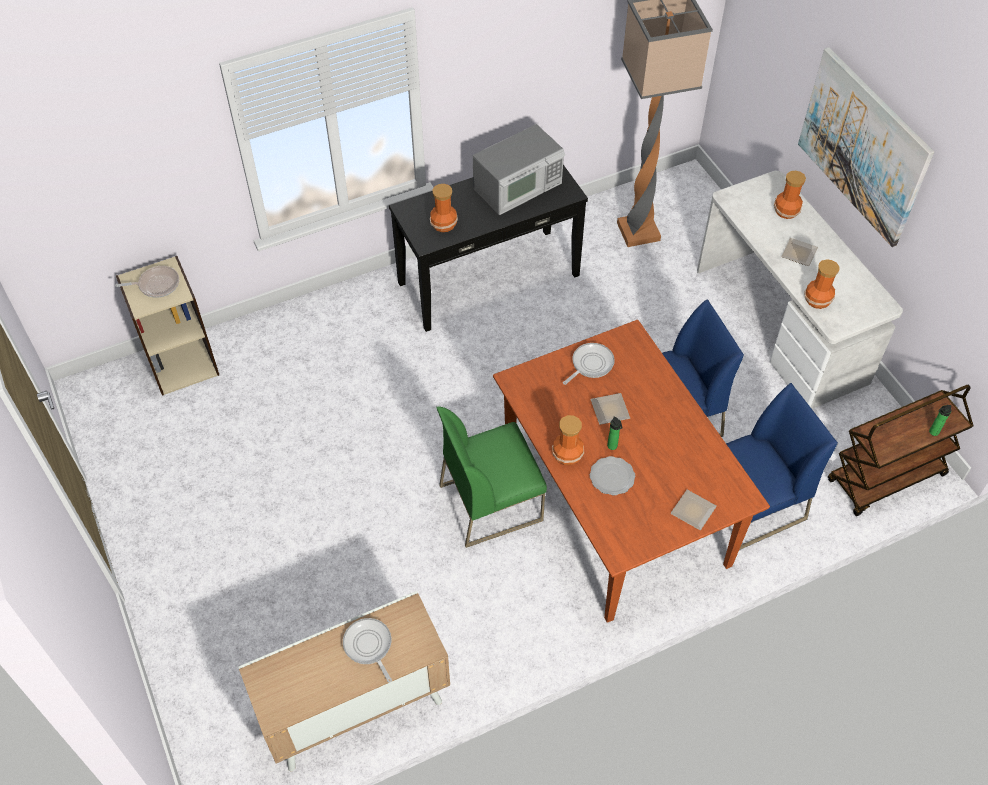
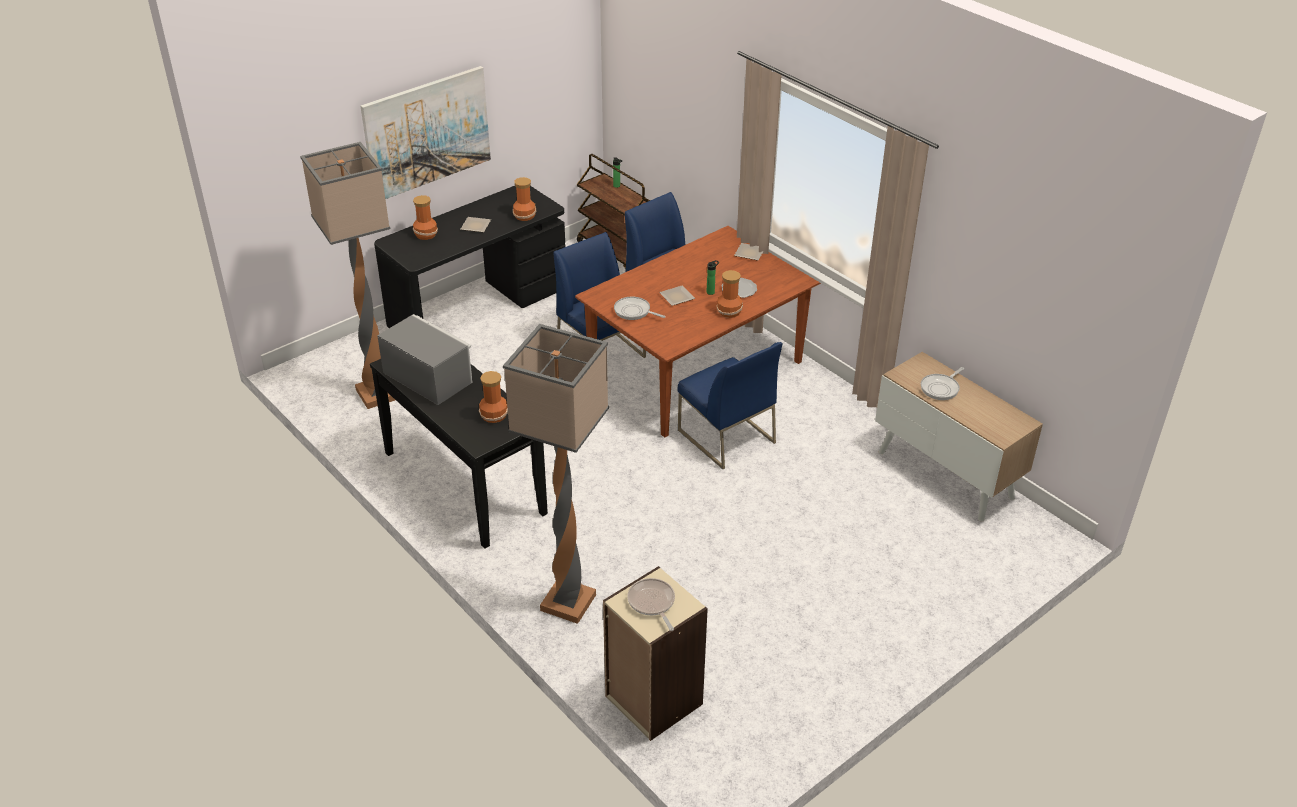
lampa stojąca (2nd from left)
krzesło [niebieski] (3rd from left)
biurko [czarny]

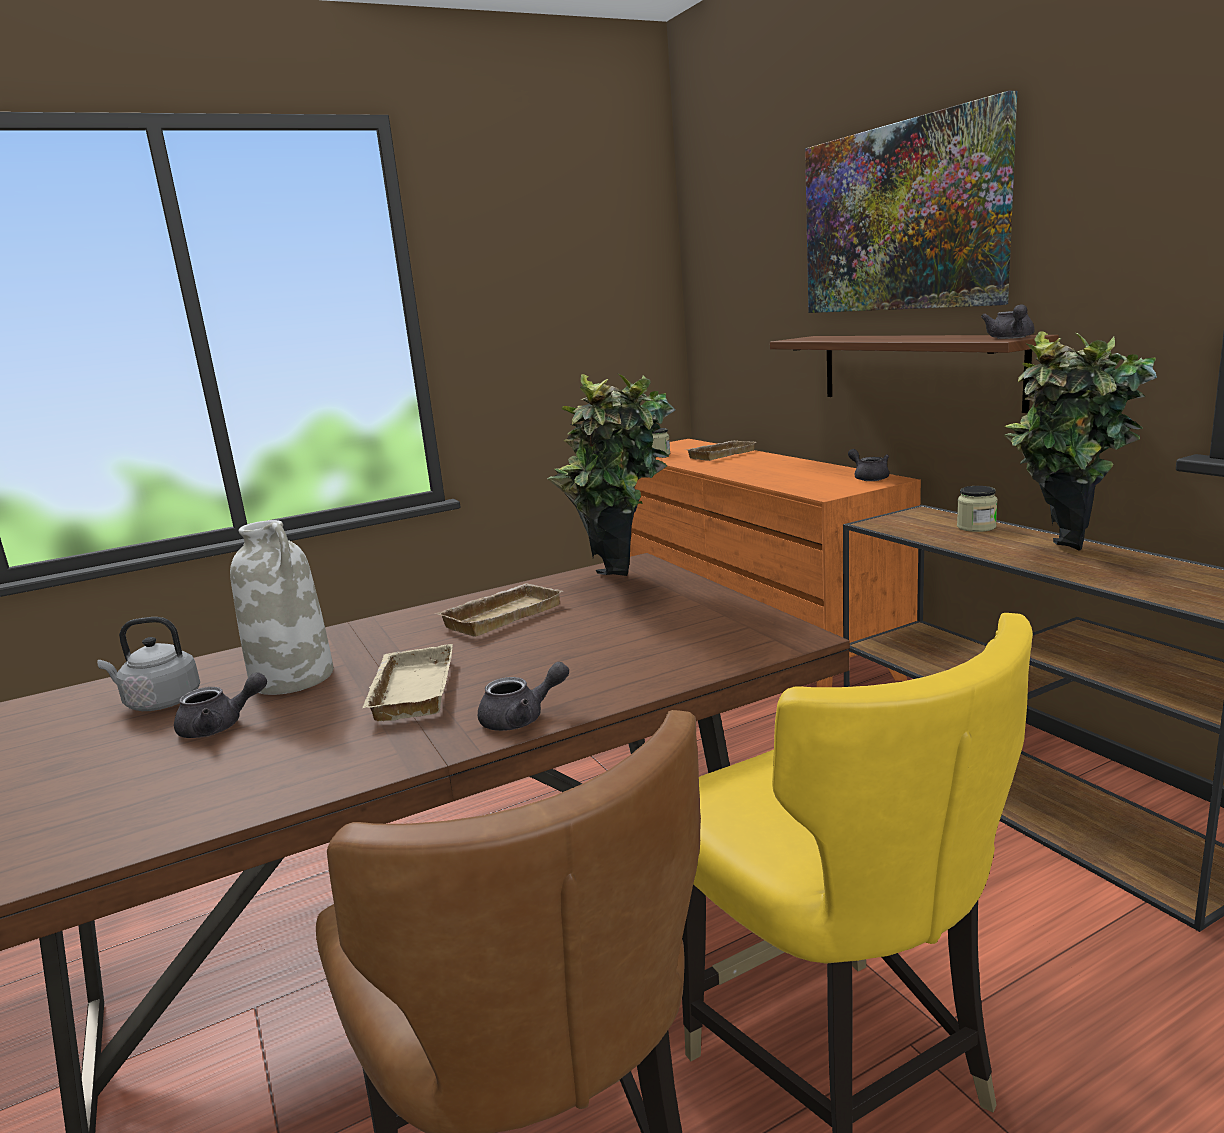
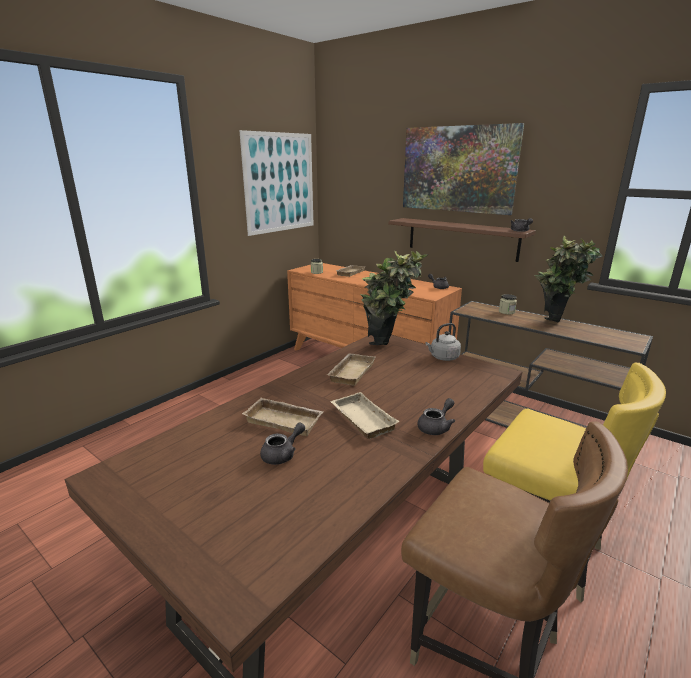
obraz (1st from left)
czajnik [szary]
taca [beżowy] (1st from left)

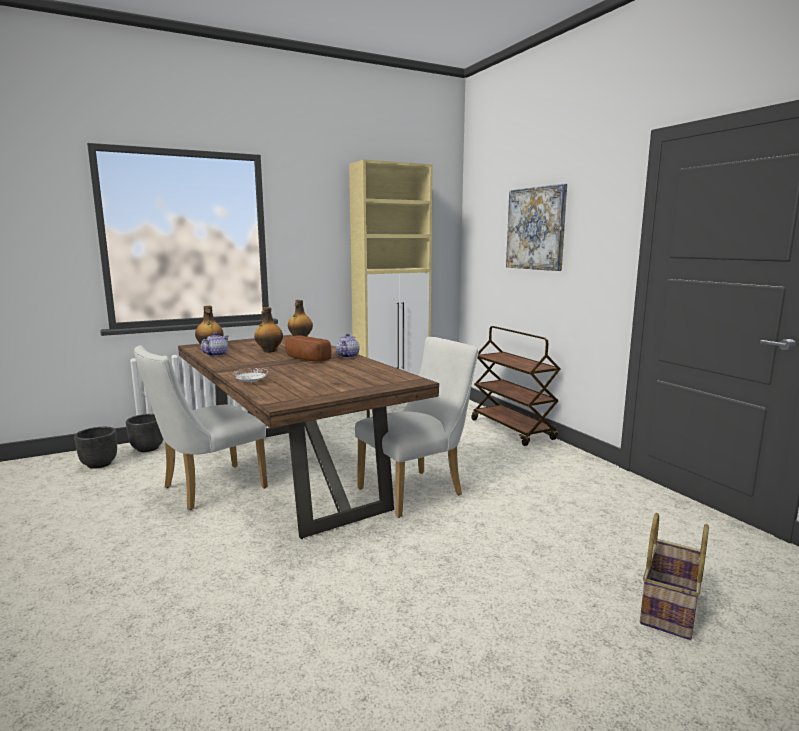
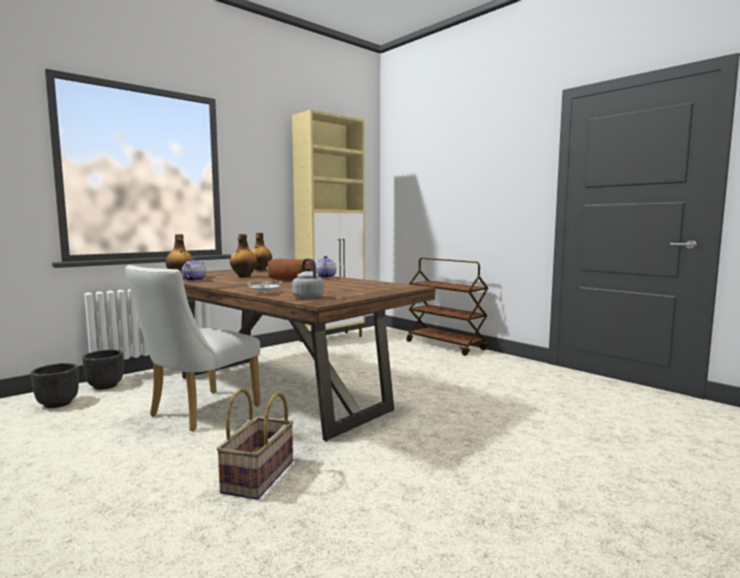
krzesło [biały] (2nd from left in the first image)
obraz
czajnik [szary]
koszyk

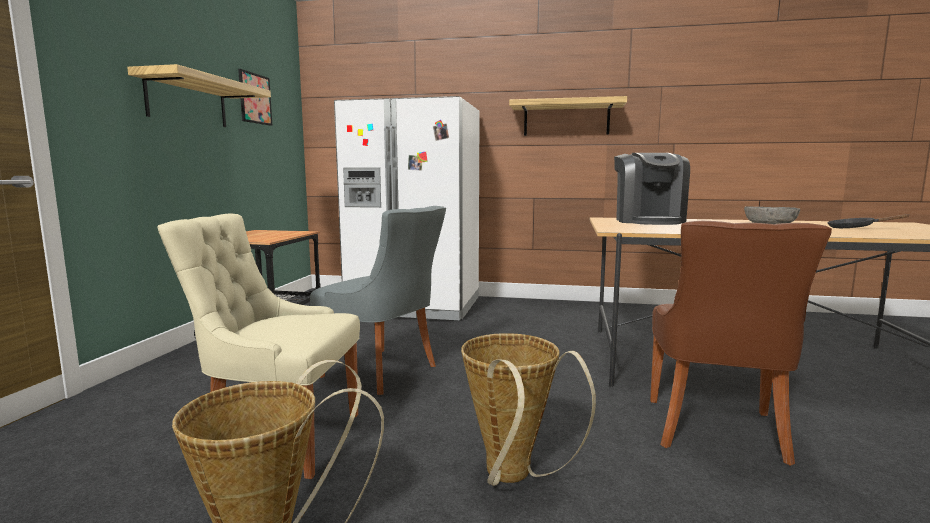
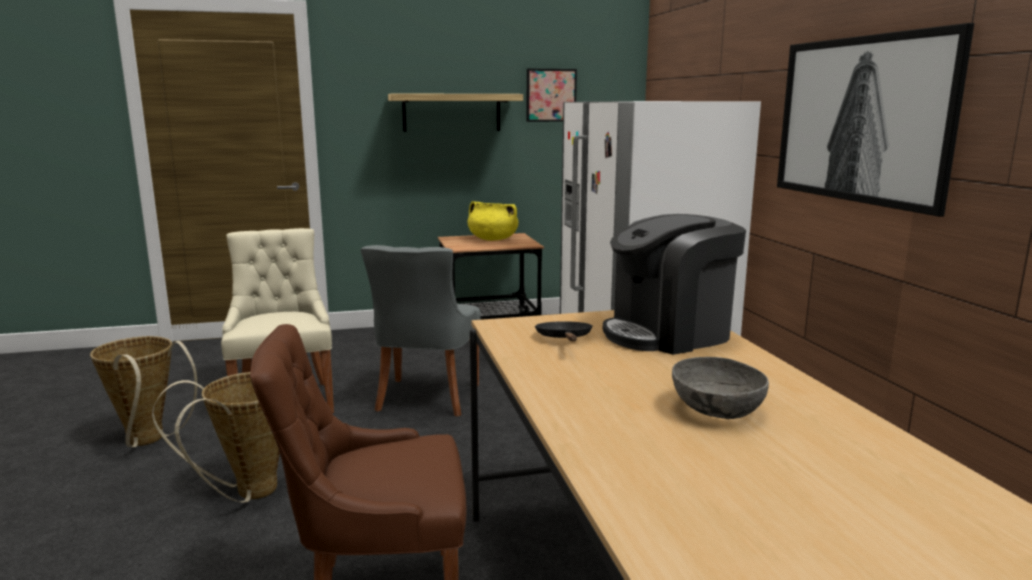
garnek [żółty]
patelnia [czarny]
obraz (2nd from left)

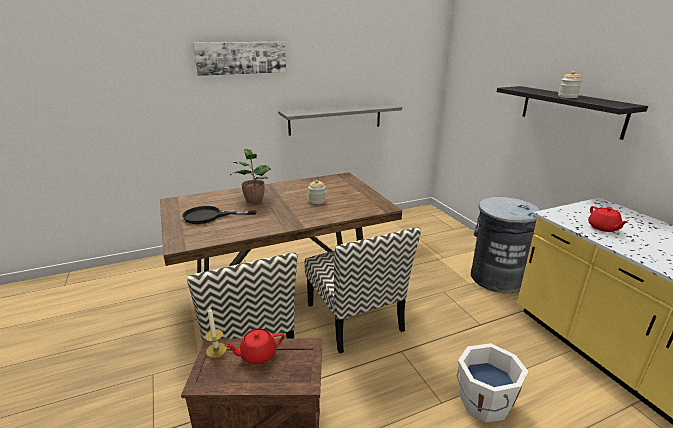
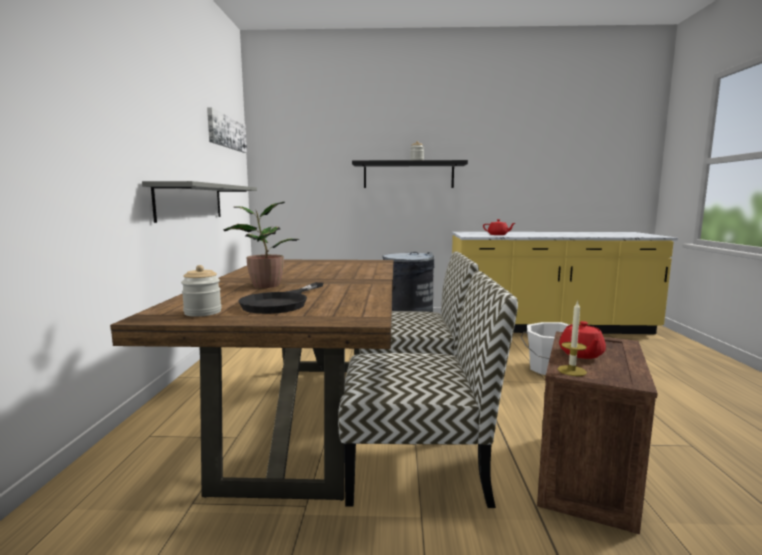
obraz
słoik (1st from left)

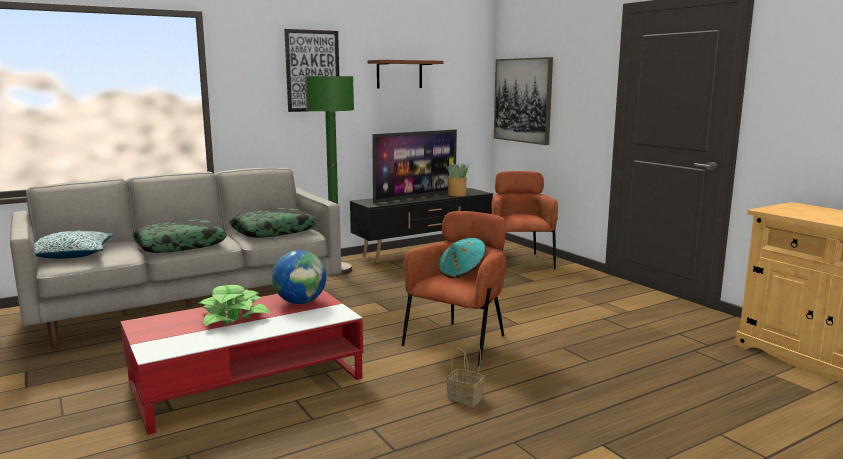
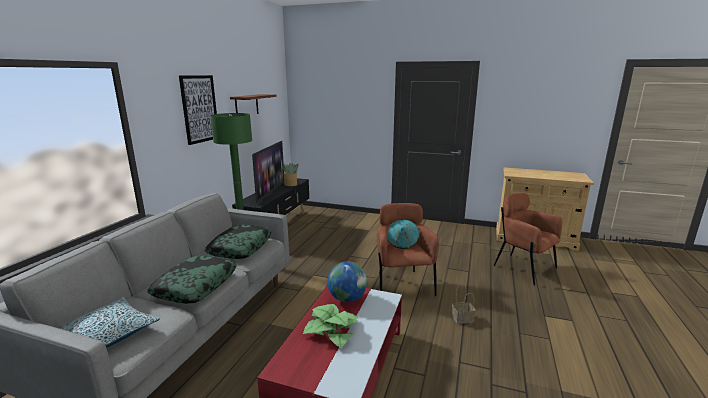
obraz (2nd from left in the first image)
fotel [brązowy] (2nd from left)

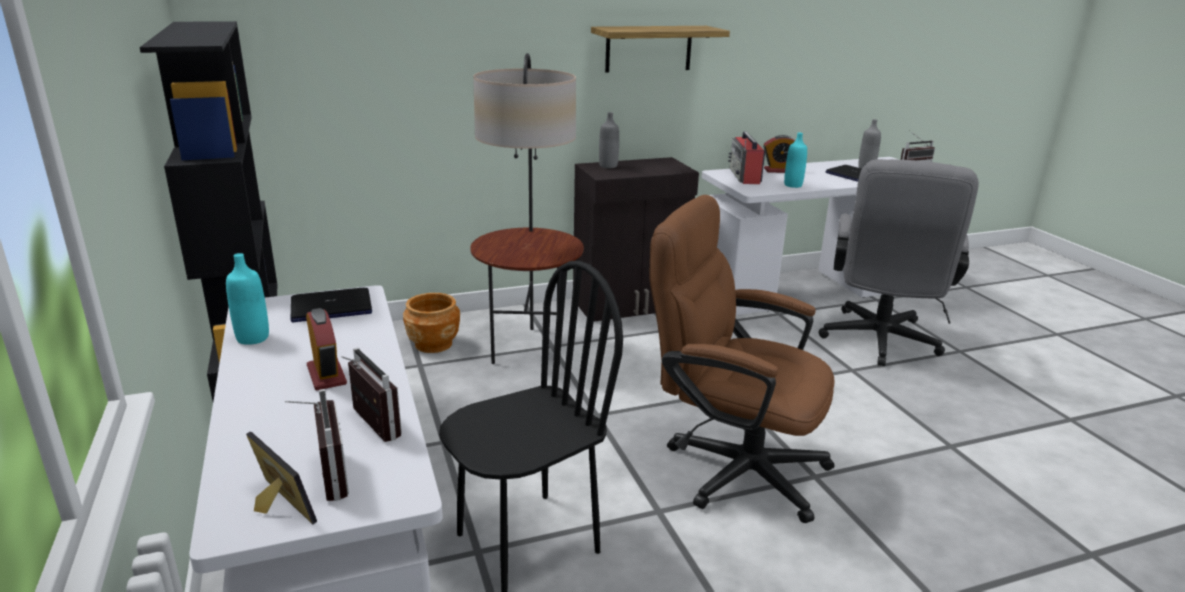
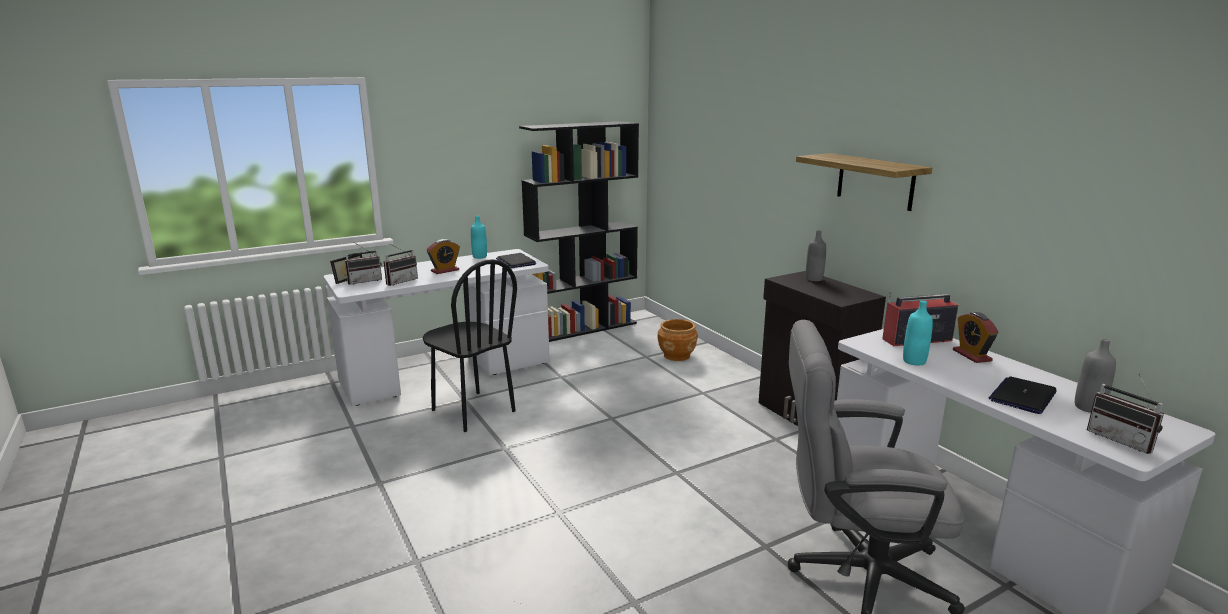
lampa stojąca
krzesło biurowe [brązowy]

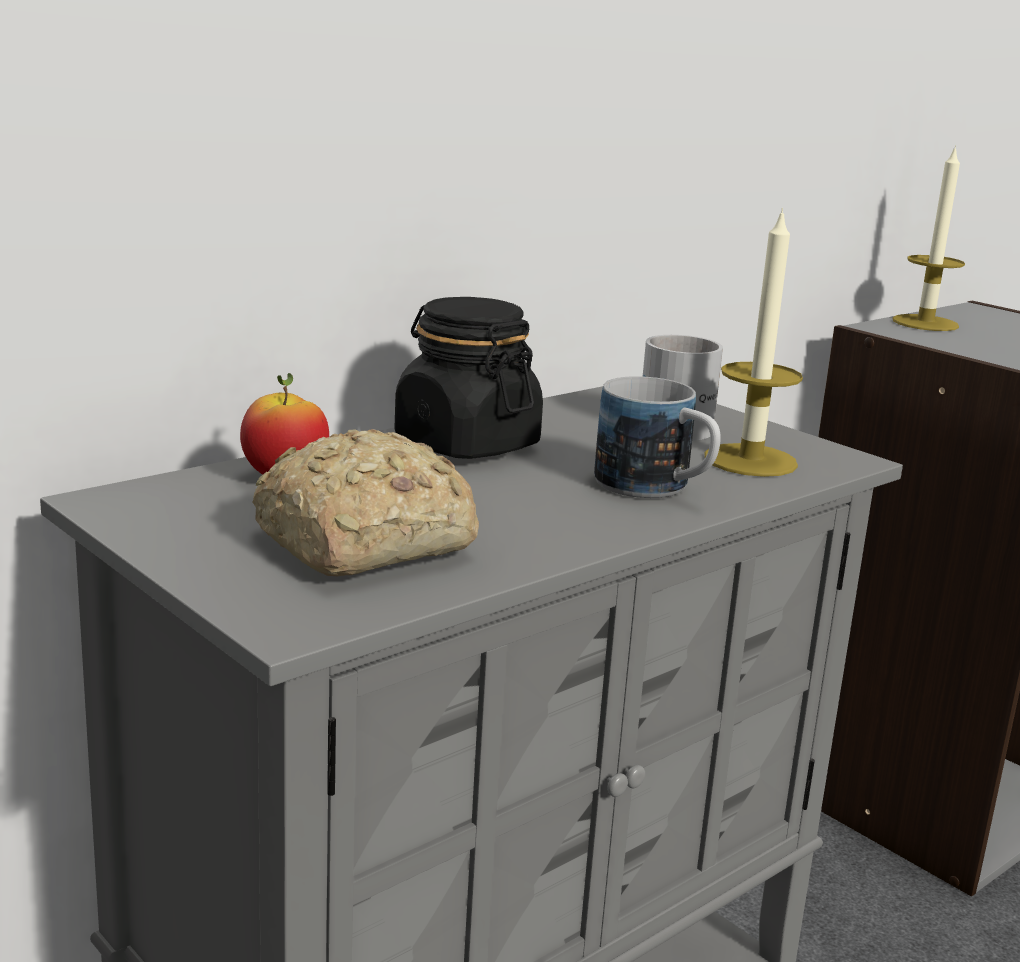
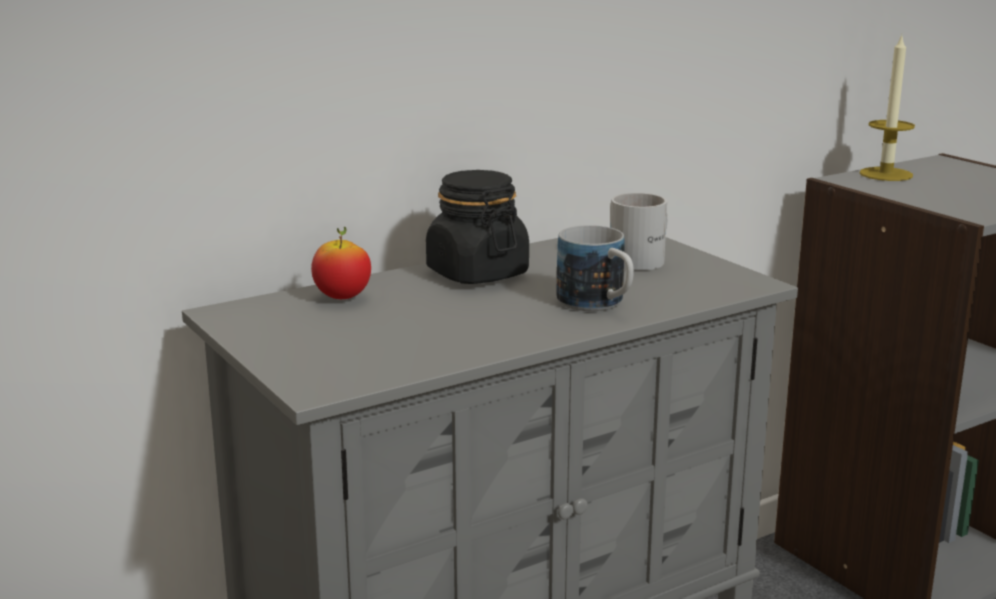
chleb
świeca (1st from left in the first image)

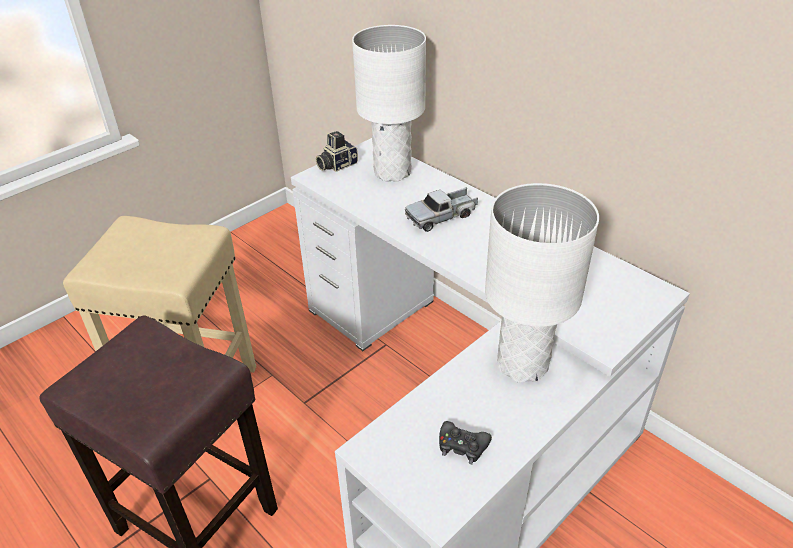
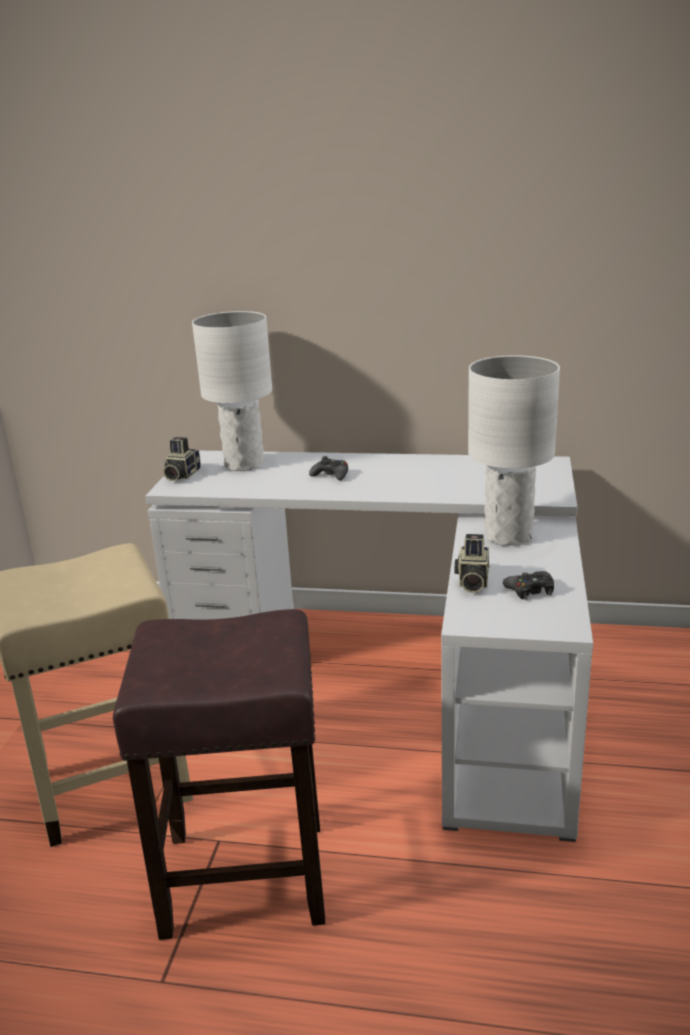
aparat fotograficzny (2nd from left)
pad do gier [czarny] (1st from left)

